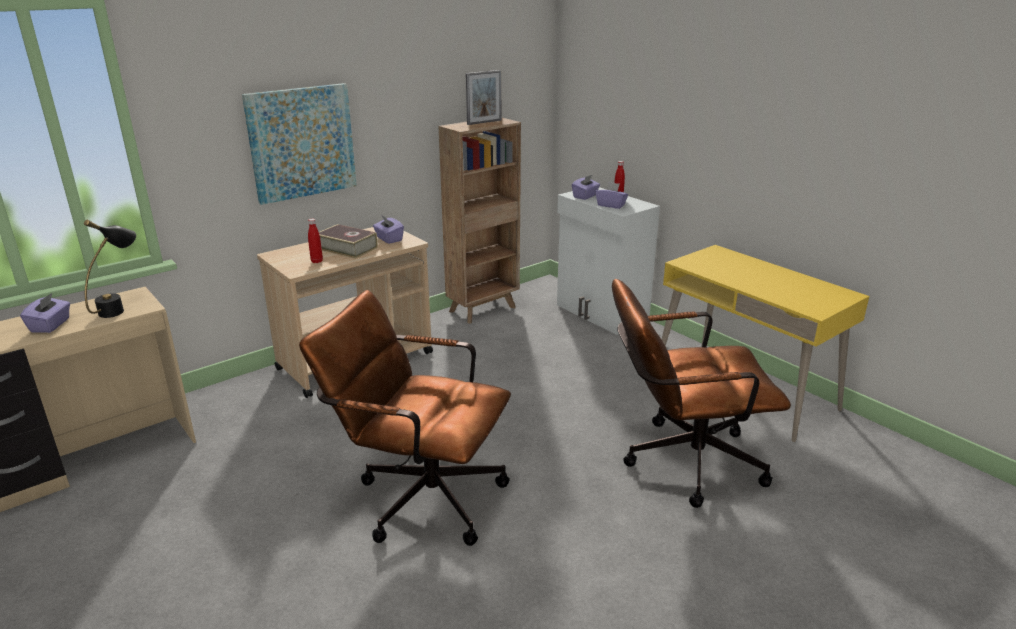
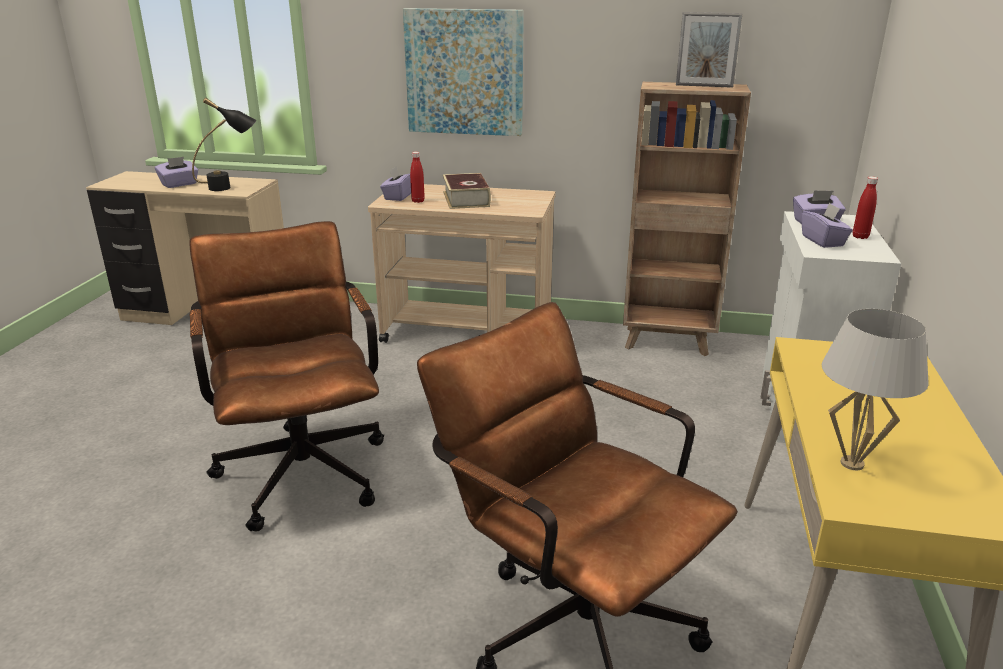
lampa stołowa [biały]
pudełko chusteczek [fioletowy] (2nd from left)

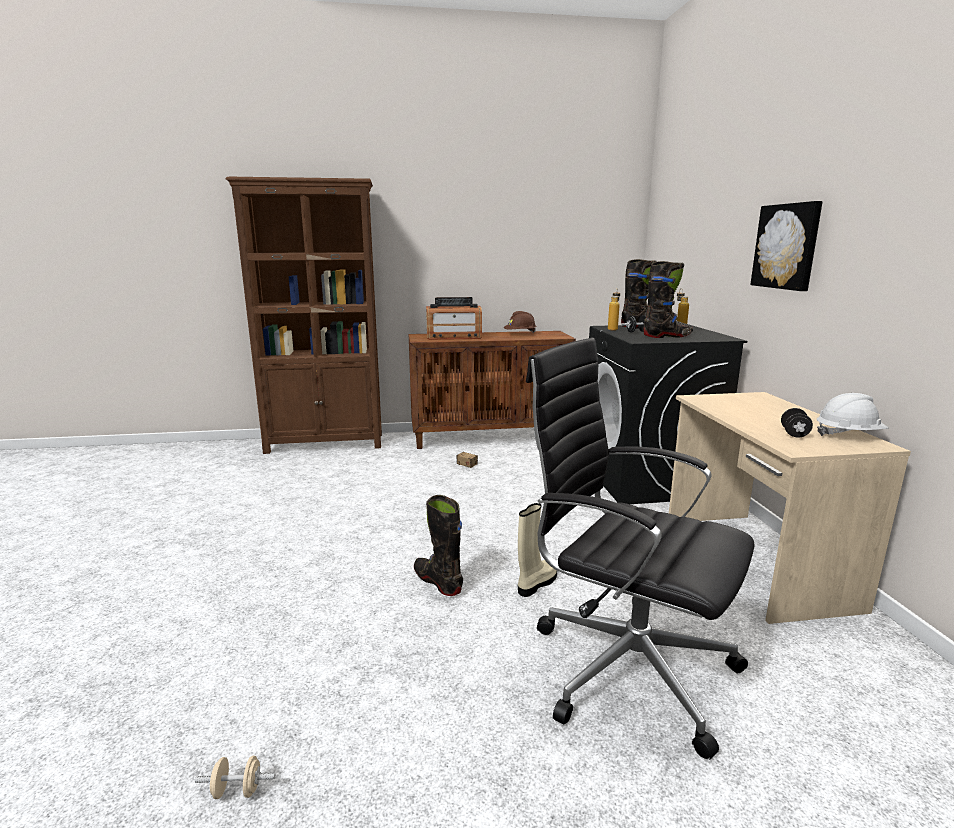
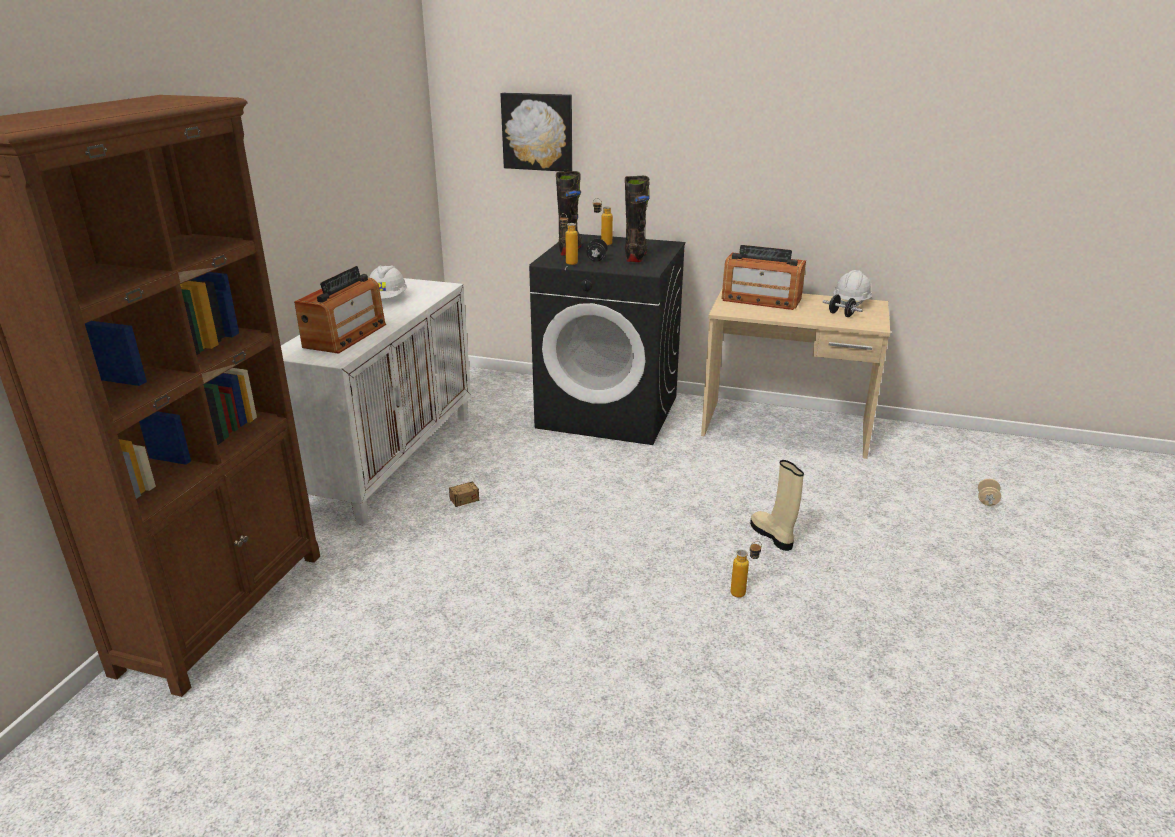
krzesło biurowe [czarny]
radio (2nd from left)
hantel [beżowy]
obraz
butelka (3rd from left)
szafka [biały]
kask [biały] (1st from left)

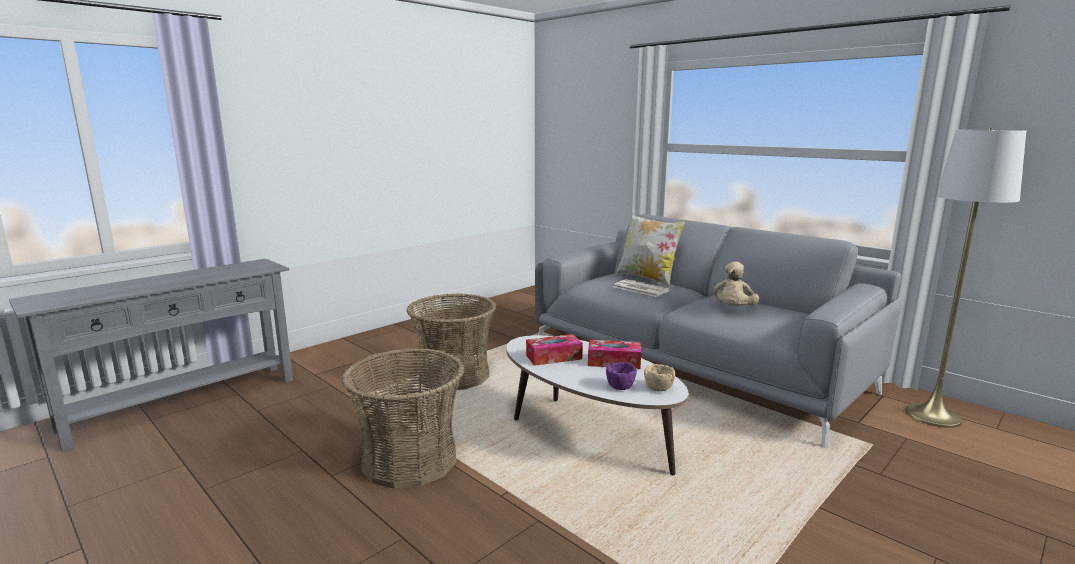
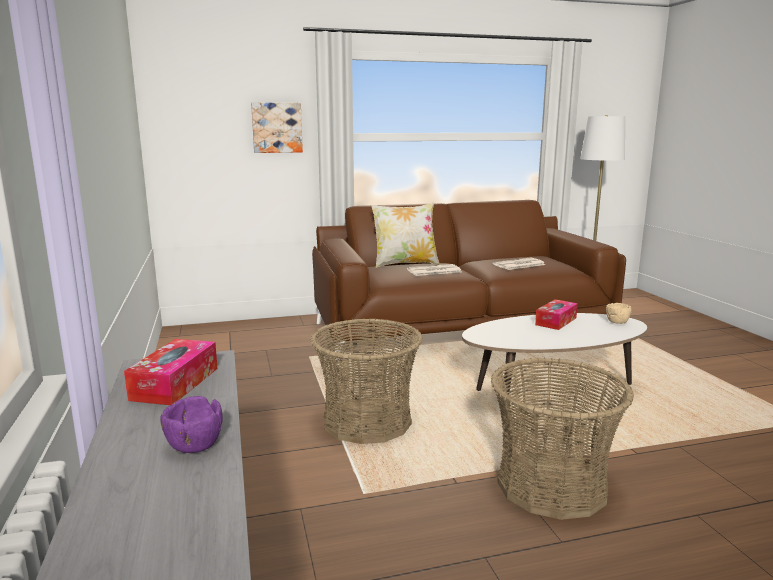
obraz
pudełko chusteczek (1st from left)
miska [fioletowy]
gazeta (2nd from left)
kanapa [brązowy]

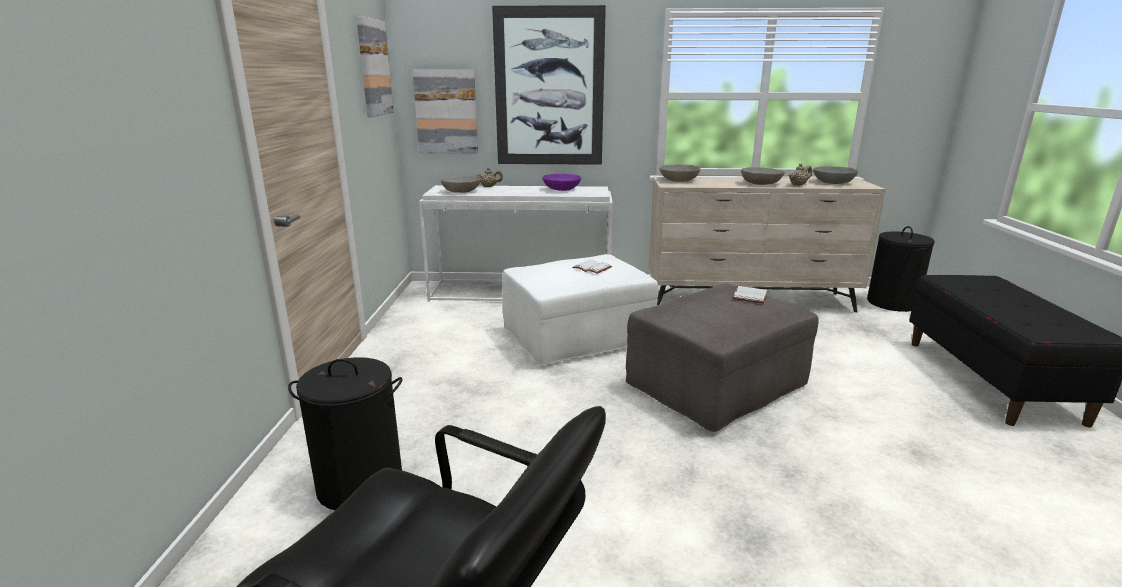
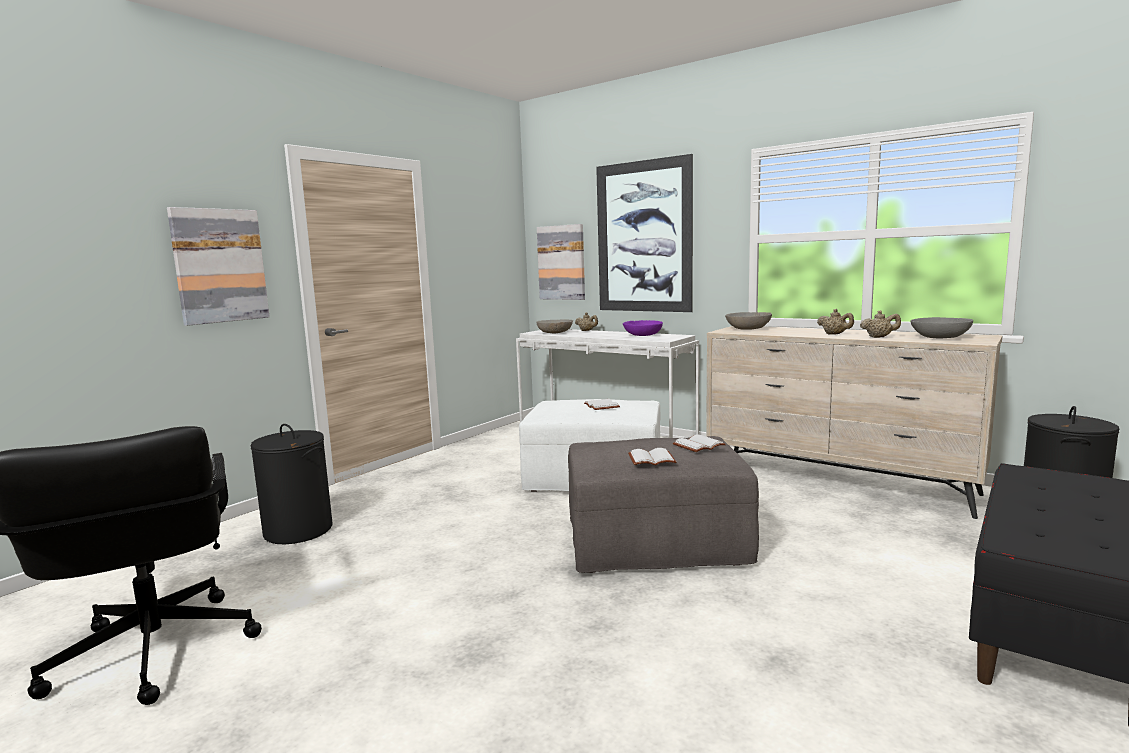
książka [biały] (2nd from left)
obraz (1st from left)
imbryk [beżowy] (2nd from left)

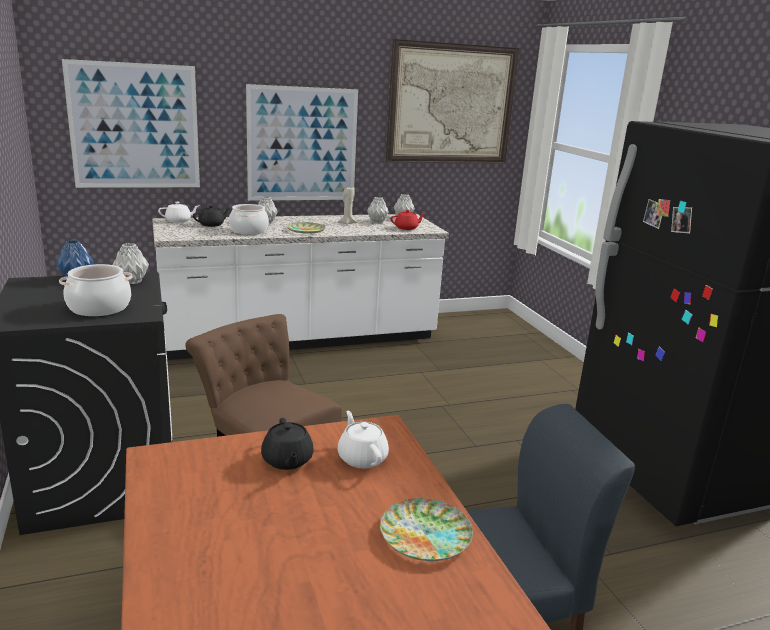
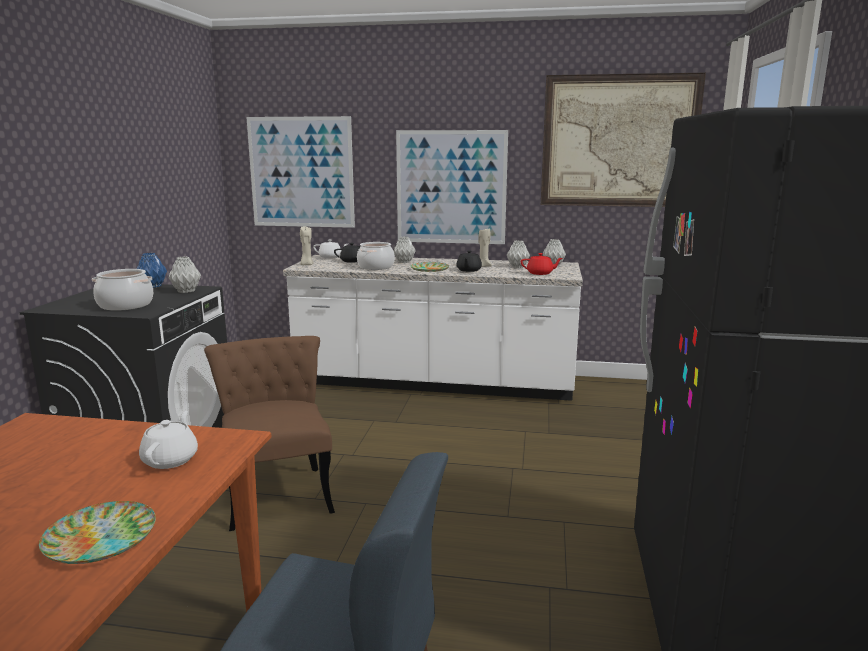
świeca [beżowy] (1st from left)
imbryk [czarny] (2nd from left)

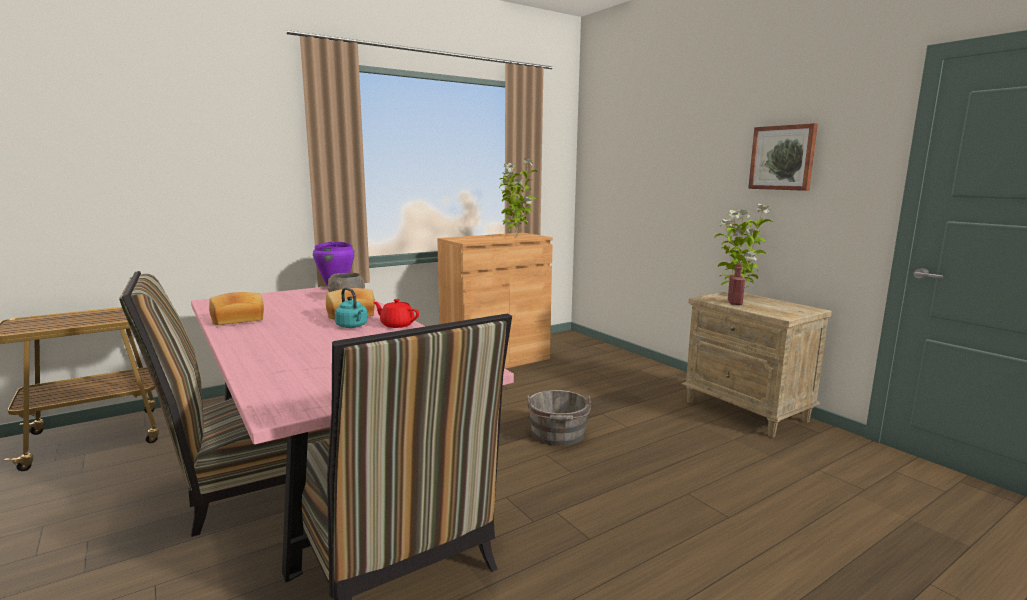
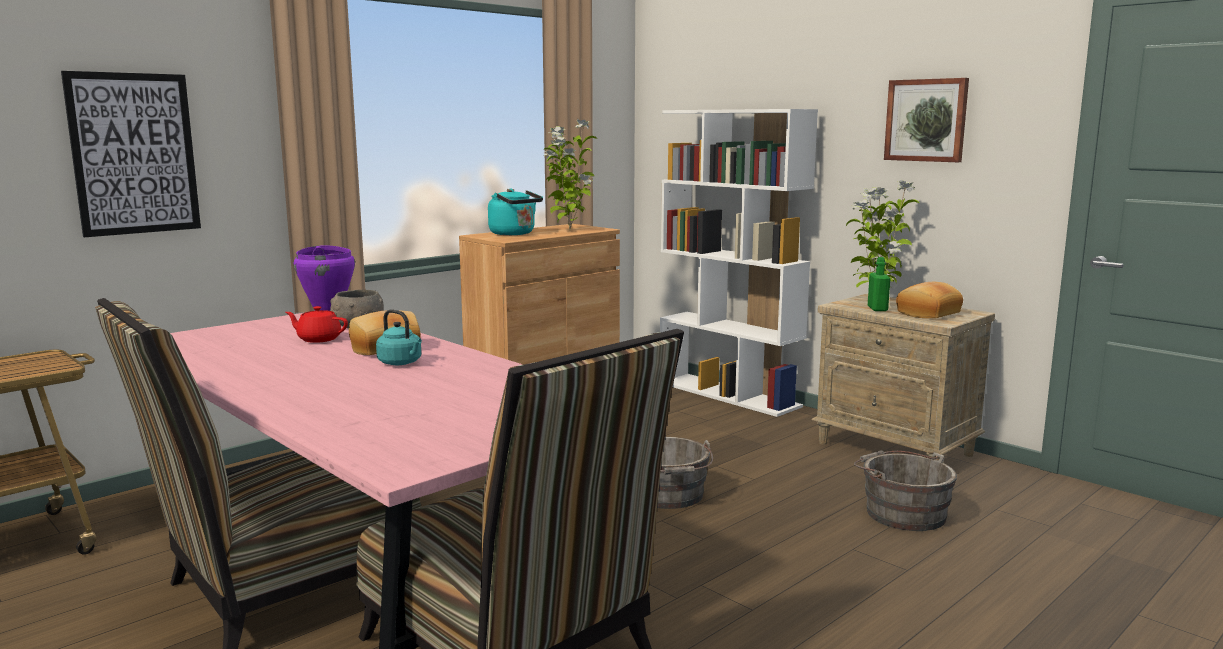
obraz (1st from left)
czajnik [turkusowy] (2nd from left)
regał [biały]
wiadro [szary] (2nd from left)
chleb (2nd from left)
imbryk [czerwony]
butelka [zielony]

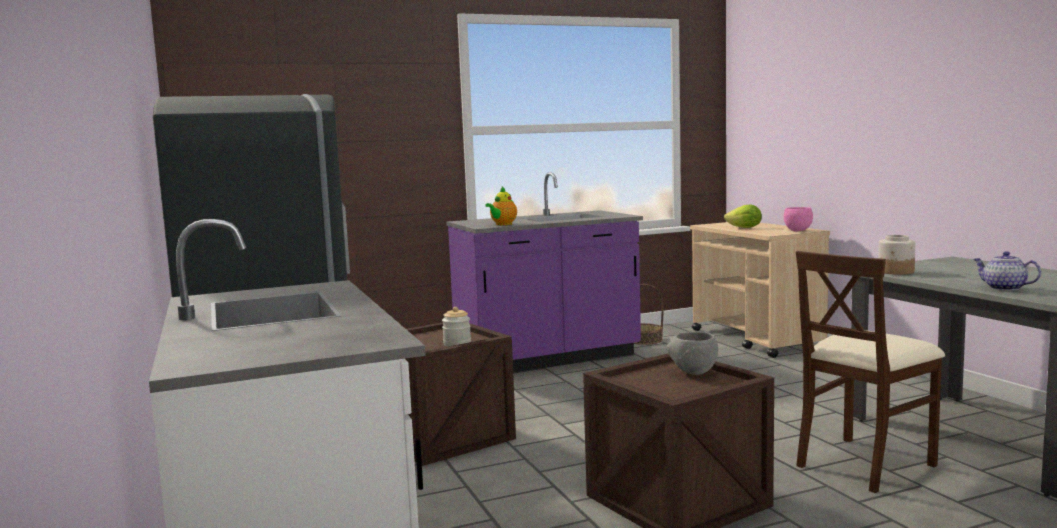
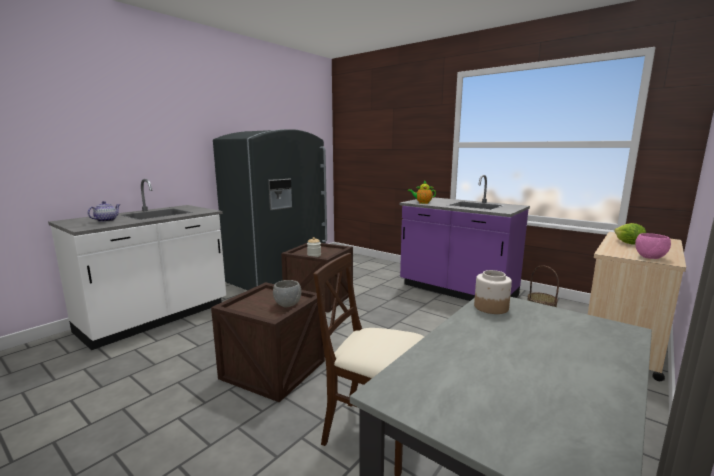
imbryk (1st from left)

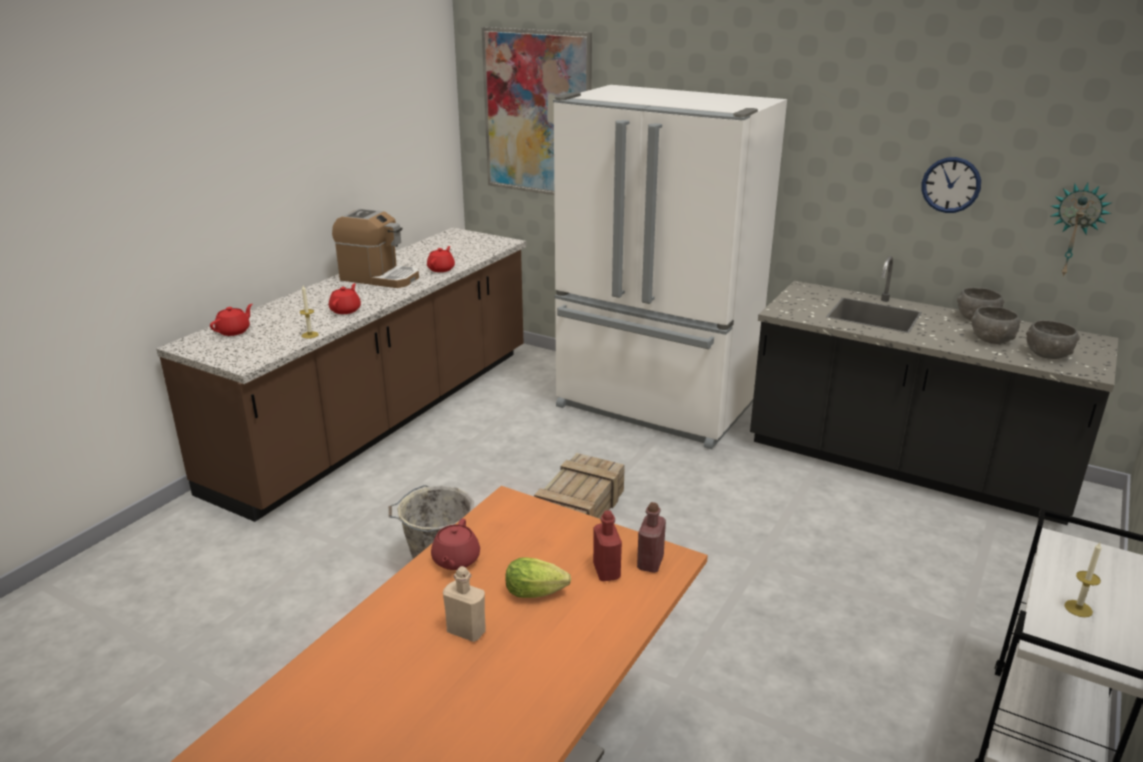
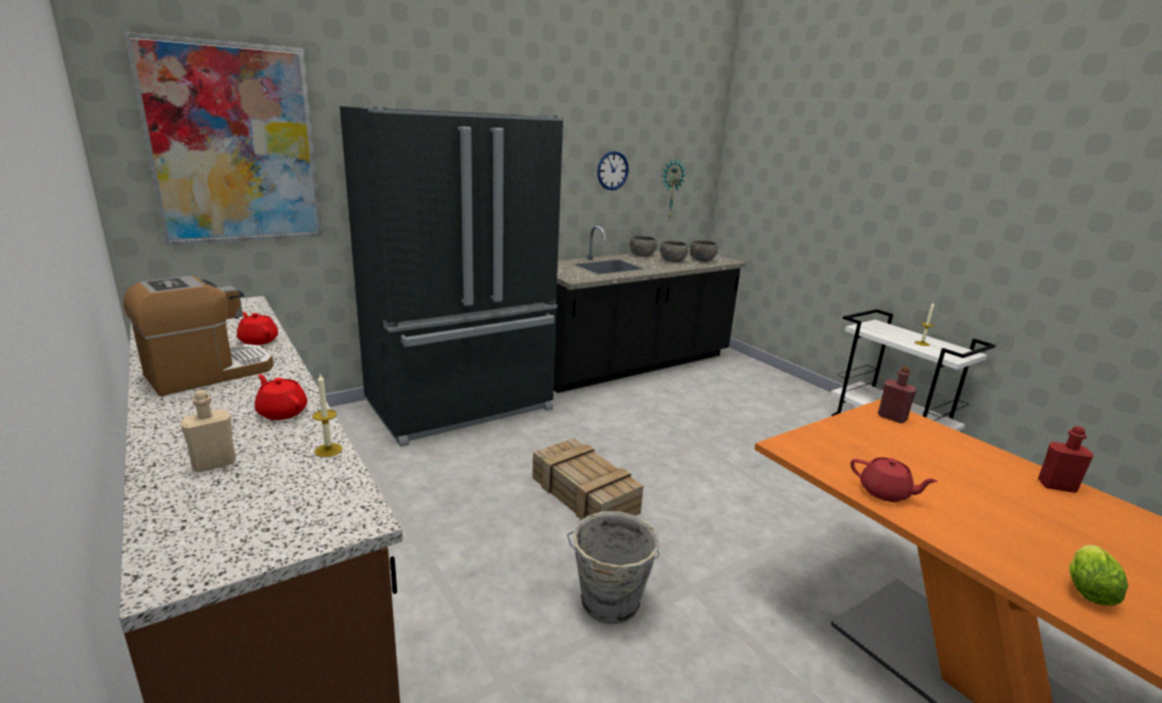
imbryk [czerwony] (1st from left in the first image)
butelka [beżowy]
sałata
butelka [czerwony] (2nd from left)
lodówka [czarny]

